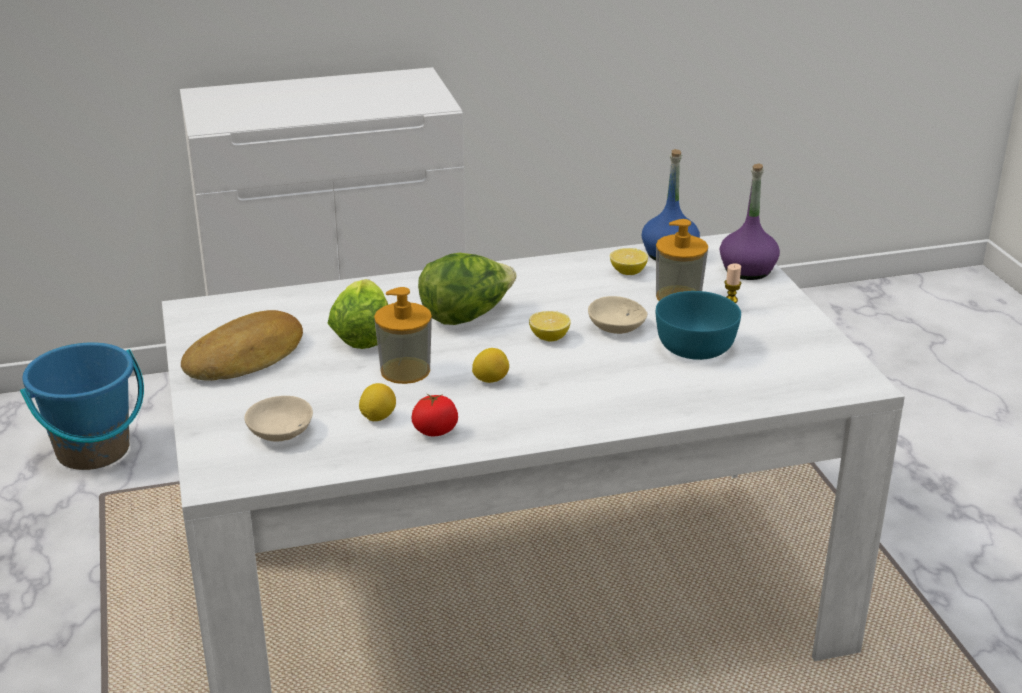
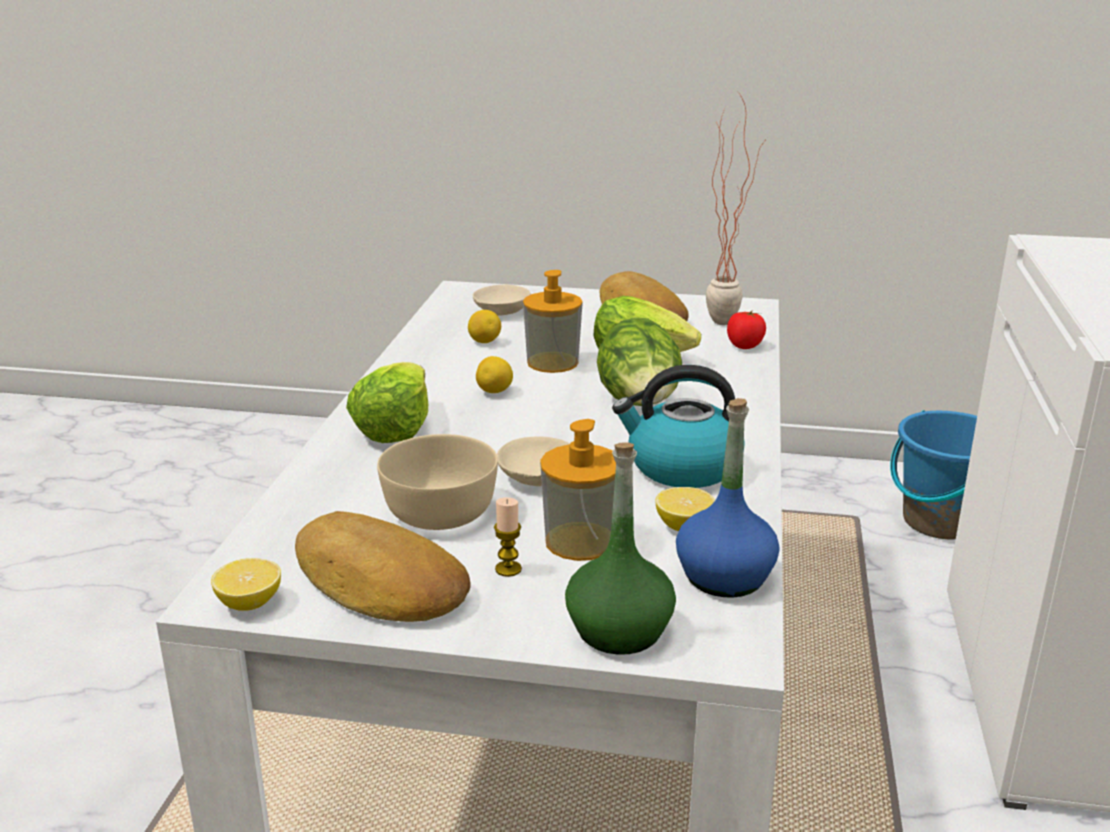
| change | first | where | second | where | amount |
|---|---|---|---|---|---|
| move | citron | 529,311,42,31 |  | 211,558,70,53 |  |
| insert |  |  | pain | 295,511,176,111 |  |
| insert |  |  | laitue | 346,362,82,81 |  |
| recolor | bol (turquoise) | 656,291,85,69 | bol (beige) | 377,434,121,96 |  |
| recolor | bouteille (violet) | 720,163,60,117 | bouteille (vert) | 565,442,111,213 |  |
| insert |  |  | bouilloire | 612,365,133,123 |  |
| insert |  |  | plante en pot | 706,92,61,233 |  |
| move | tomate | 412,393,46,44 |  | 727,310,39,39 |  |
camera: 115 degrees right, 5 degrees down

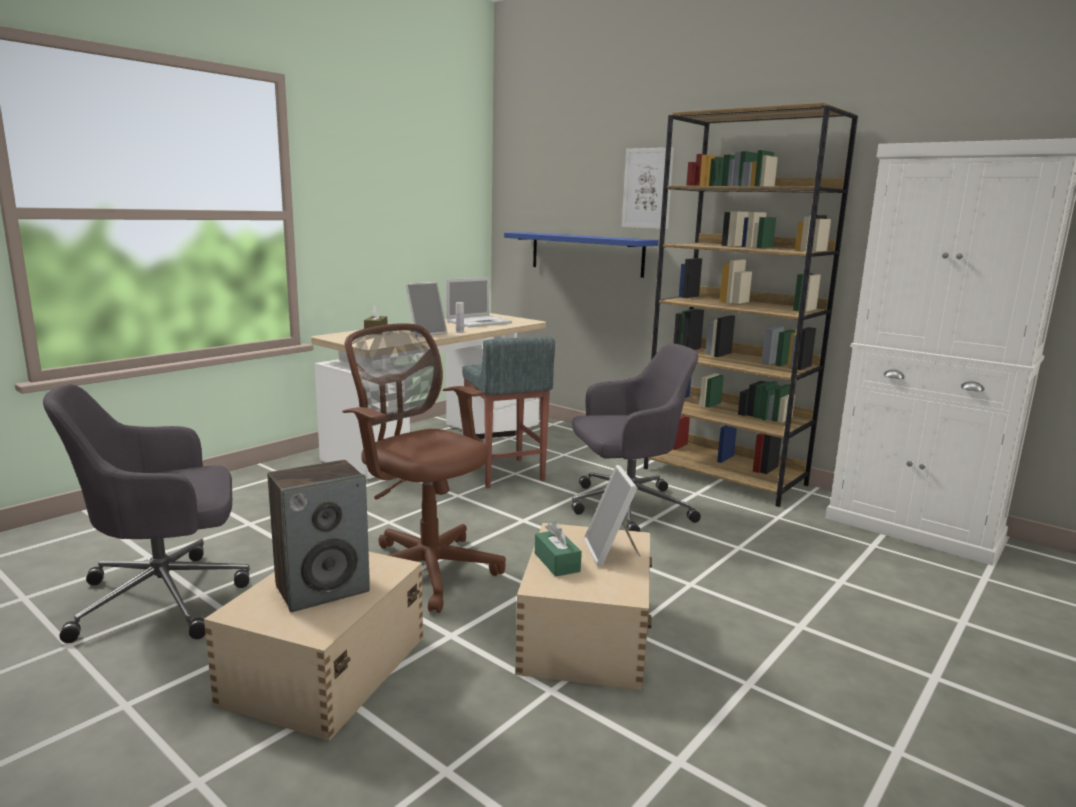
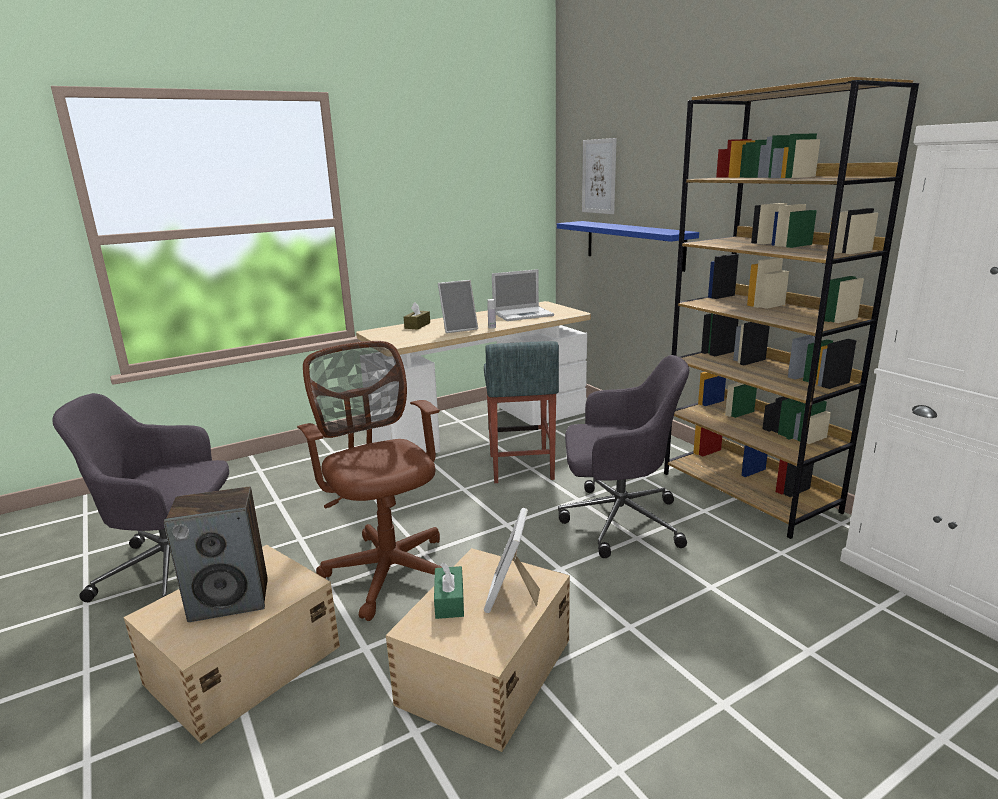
| change | first | where | second | where | amount |
|---|---|---|---|---|---|
| move | tableau | 622,147,52,82 |  | 582,138,35,76 |  |
camera: 20 degrees right, 5 degrees up

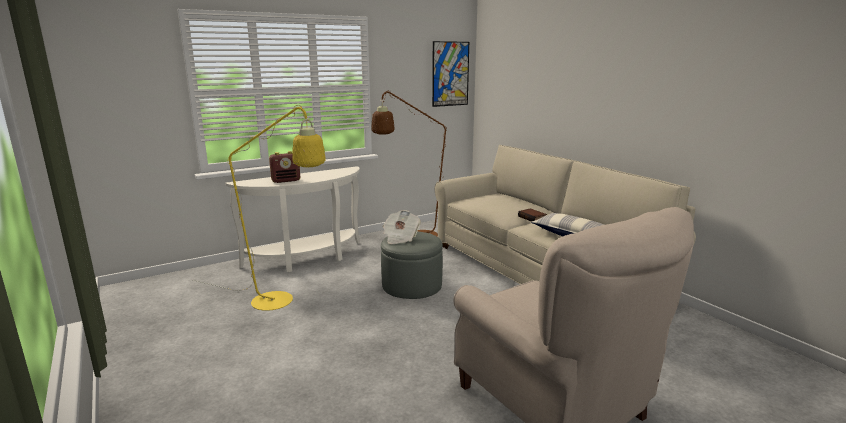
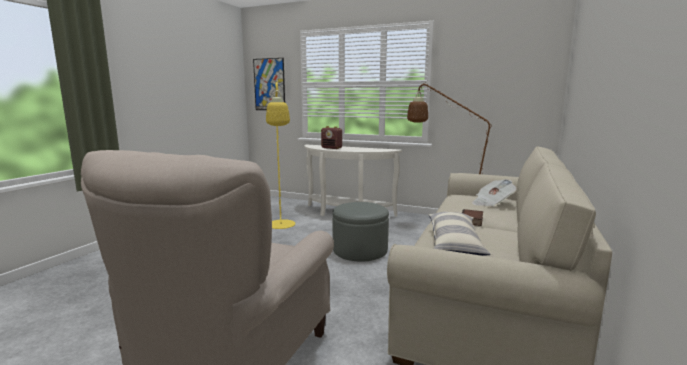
| change | first | where | second | where | amount |
|---|---|---|---|---|---|
| move | tableau | 432,41,37,66 |  | 253,58,32,52 |  |
| move | journal | 383,210,38,34 |  | 472,179,45,28 |  |
camera: 55 degrees right, 5 degrees down

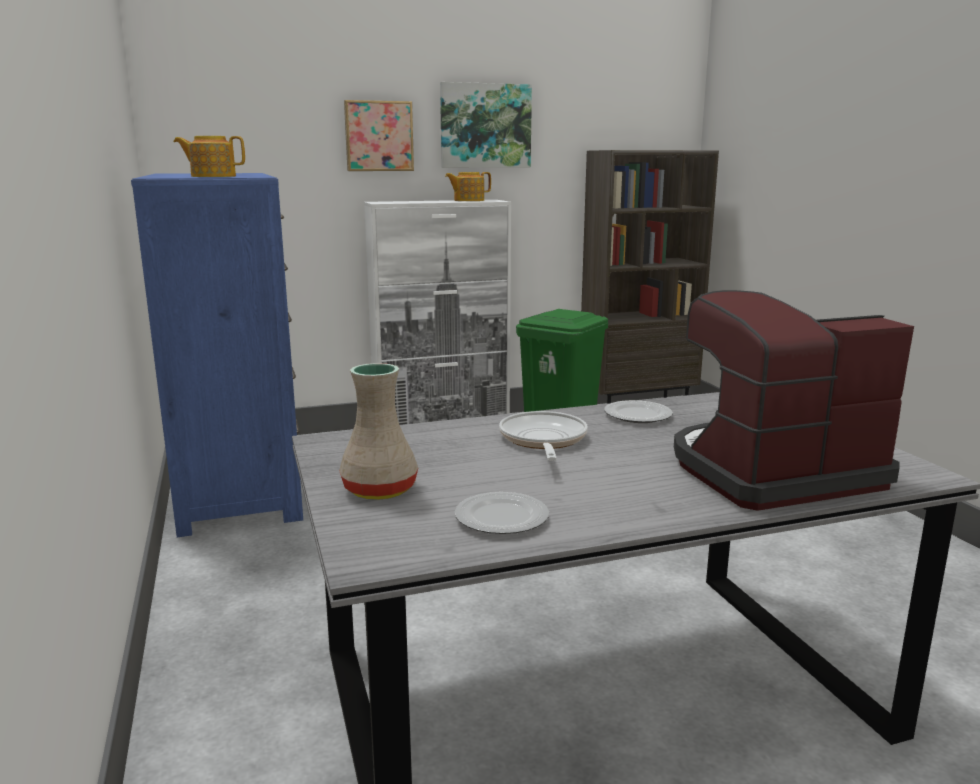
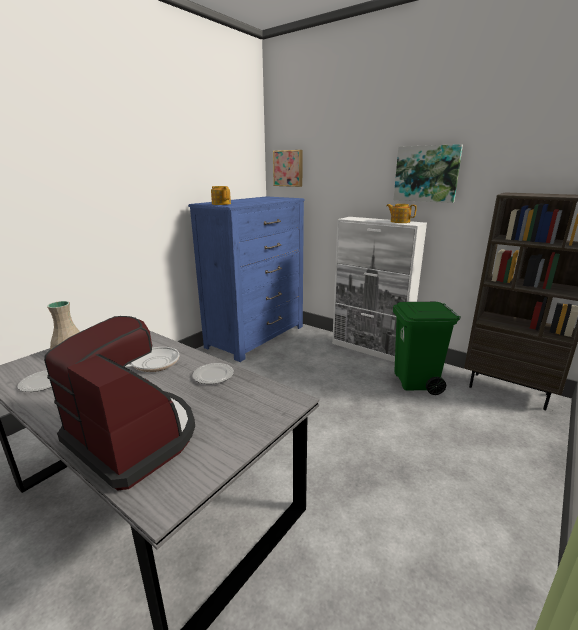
| change | first | where | second | where | amount |
|---|---|---|---|---|---|
| move | tableau | 344,100,70,71 |  | 273,150,30,37 |  |
camera: 55 degrees right, 5 degrees up

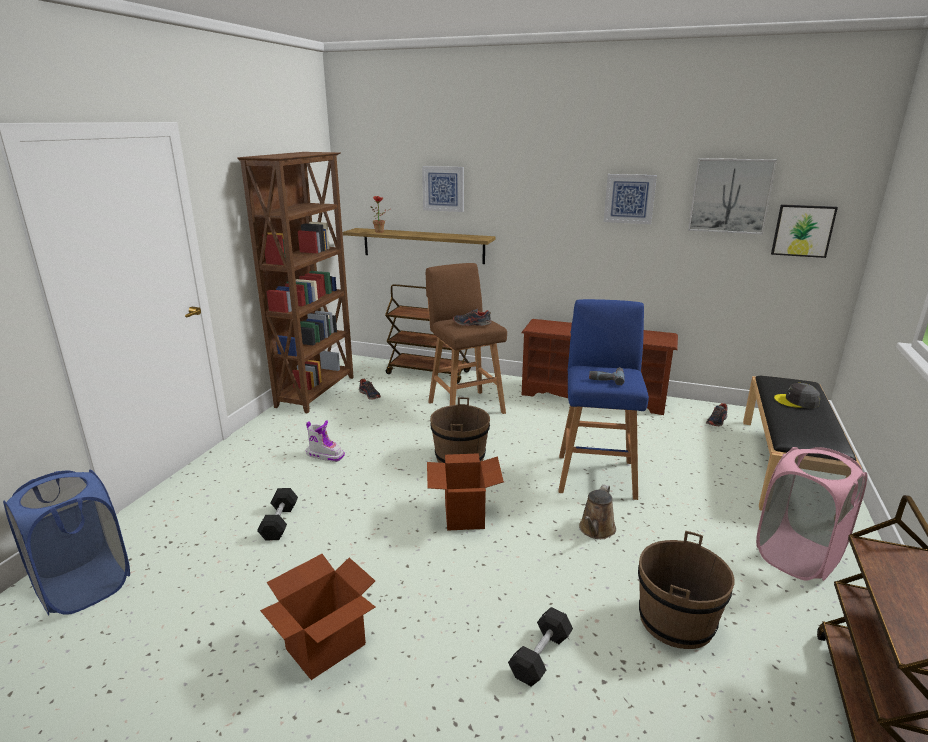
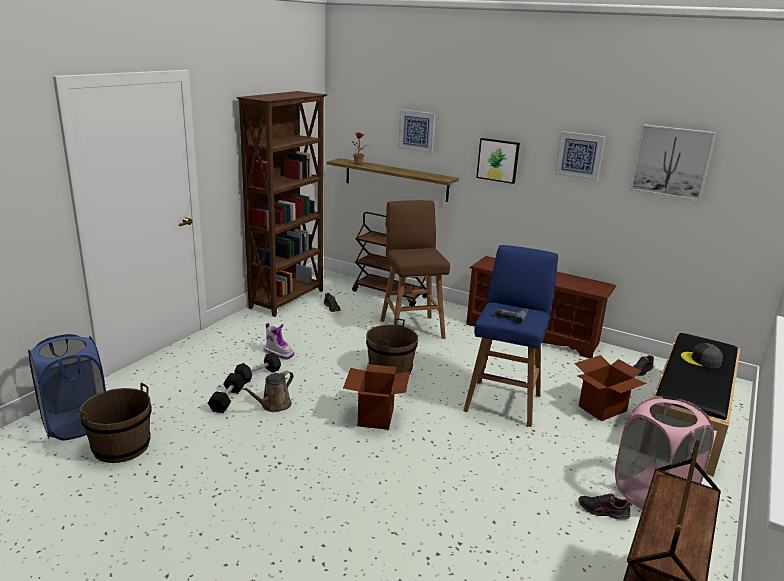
| change | first | where | second | where | amount |
|---|---|---|---|---|---|
| move | seau (marron) | 638,531,97,118 |  | 79,383,73,80 |  |
| move | haltère (noir) | 508,607,65,80 |  | 235,352,46,32 |  |
| move | arrosoir (marron) | 579,484,37,55 |  | 241,371,53,41 |  |
| move | tableau | 771,204,67,54 |  | 476,138,44,46 |  |
| move | carton | 260,554,115,126 |  | 575,355,72,66 |  |
| move | chaussure | 453,309,39,17 |  | 579,494,53,26 |  |
camera: 10 degrees right, 0 degrees up

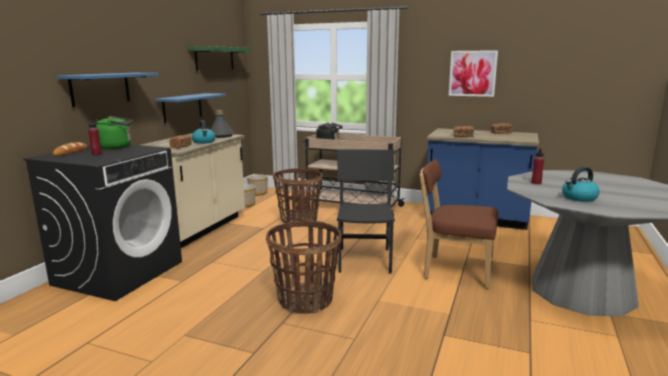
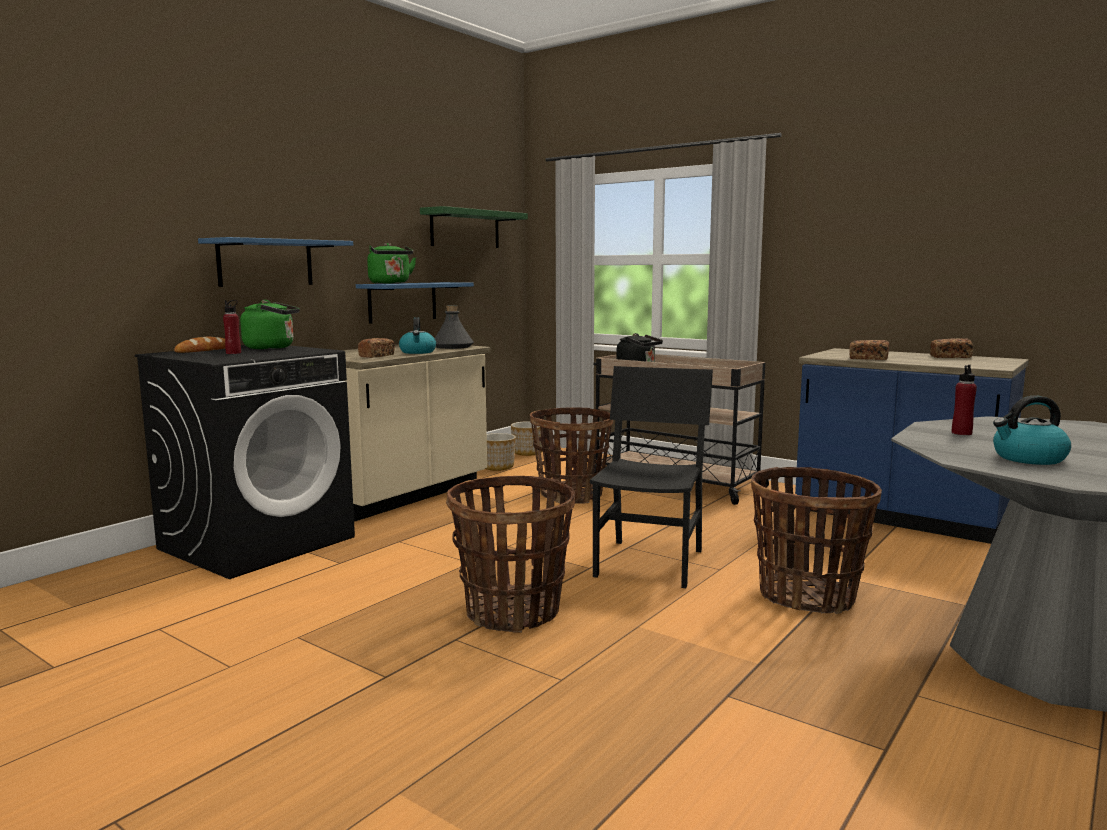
| change | first | where | second | where | amount |
|---|---|---|---|---|---|
| insert |  |  | bouilloire (vert) | 367,243,49,41 |  |
| replace | chaise (marron) | 419,159,79,130 | panier | 751,467,131,147 |  |
| delete | tableau | 449,50,49,47 |  |  |  |
camera: 15 degrees right, 5 degrees down

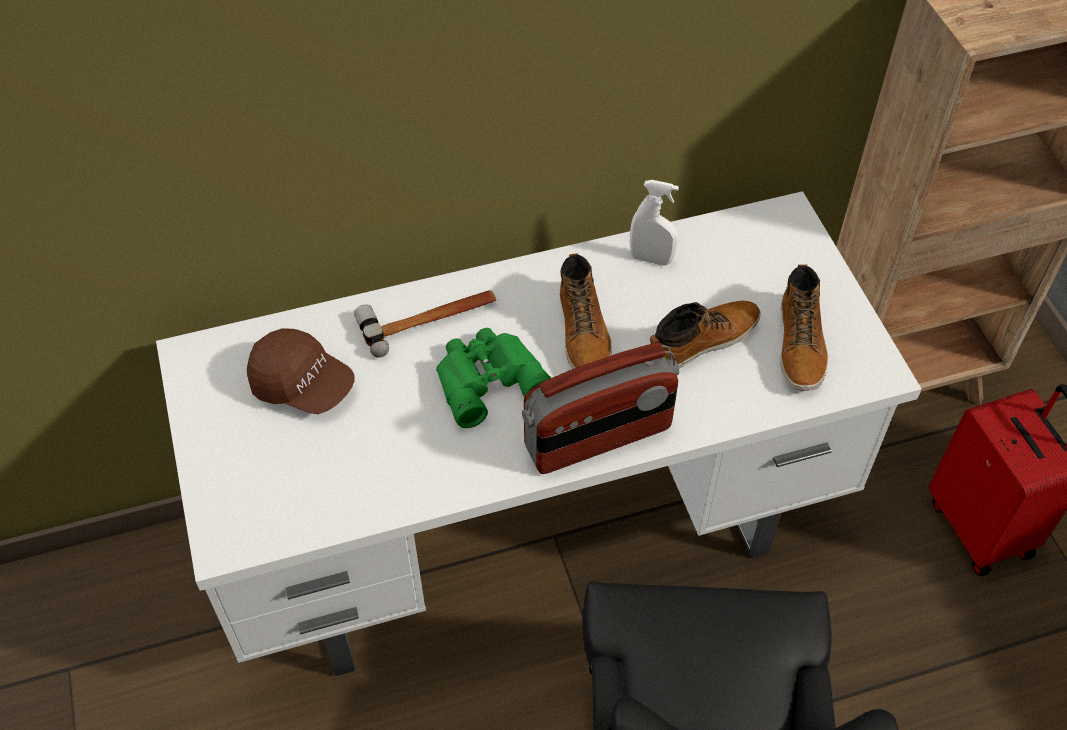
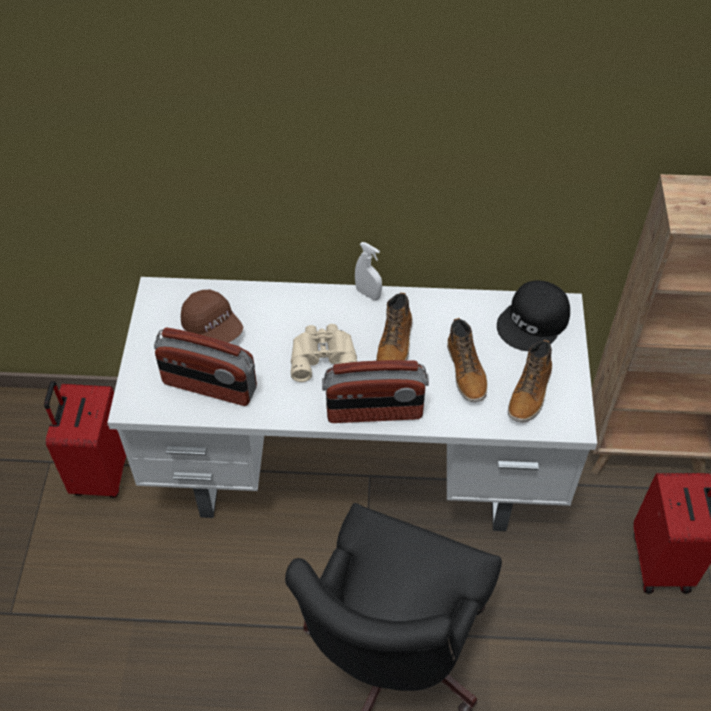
| change | first | where | second | where | amount |
|---|---|---|---|---|---|
| insert |  |  | valise (rouge) | 44,381,82,117 |  |
| insert |  |  | radio | 154,327,103,79 |  |
| recolor | jumelles (vert) | 436,328,115,100 | jumelles (beige) | 291,324,66,58 |  |
| move | vaporisateur (blanc) | 630,180,49,86 |  | 355,242,27,59 |  |
| rotate | botte | 650,301,111,68 |  | 447,318,41,84 | 90 degrees clockwise |
| insert |  |  | casquette (noir) | 497,280,73,71 |  |
| delete | marteau | 354,290,142,68 |  |  |  |
camera: 20 degrees right, 0 degrees up

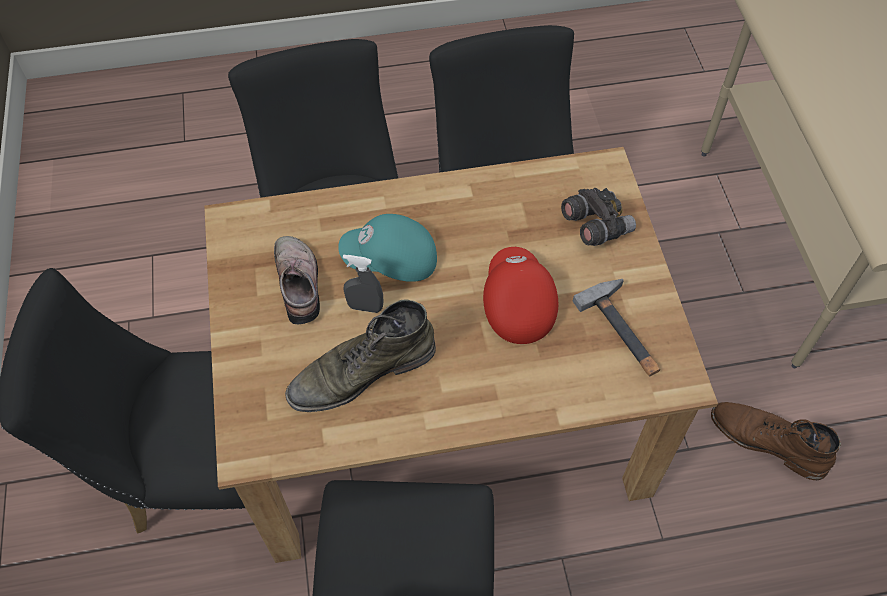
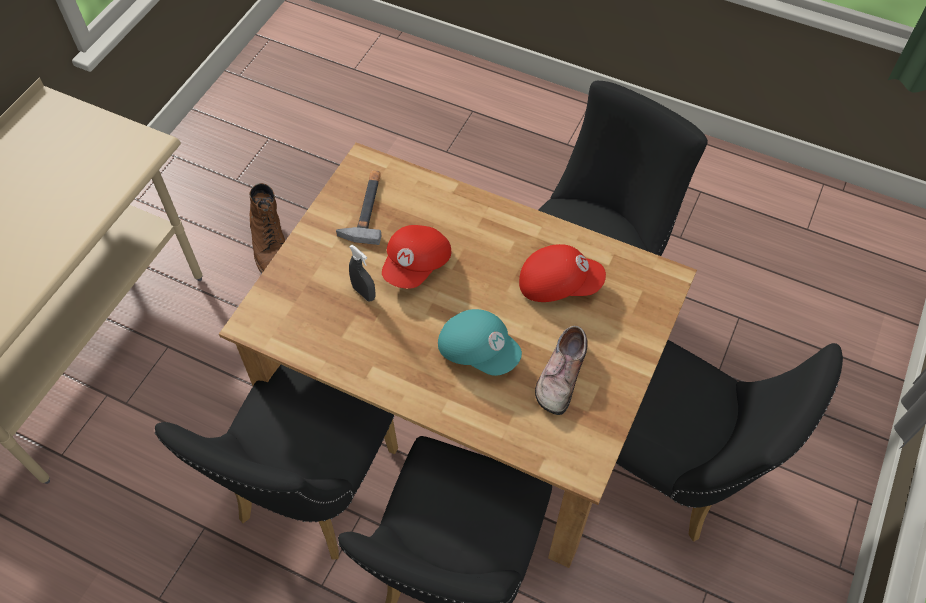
| change | first | where | second | where | amount |
|---|---|---|---|---|---|
| move | vaporisateur (gris) | 343,255,41,58 |  | 349,245,27,56 |  |
| replace | botte (vert) | 285,300,151,112 | casquette (rouge) | 519,244,87,58 |  |
| delete | jumelles (gris) | 561,188,75,58 |  |  |  |
camera: 145 degrees left, 0 degrees up

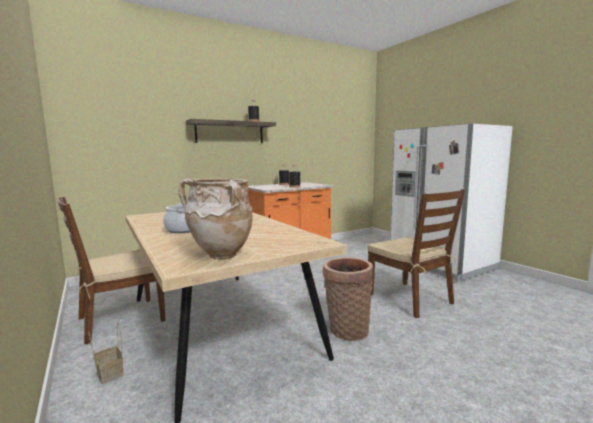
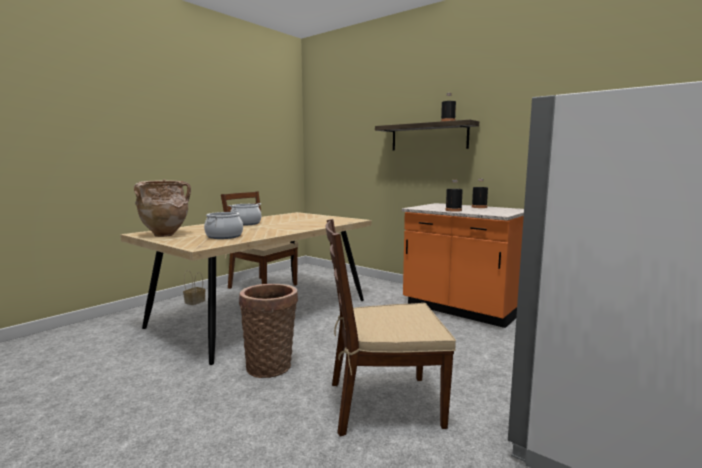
| change | first | where | second | where | amount |
|---|---|---|---|---|---|
| insert |  |  | marmite | 204,211,39,28 |  |
| rotate | chaise (marron) | 367,189,98,129 |  | 325,219,131,218 | 45 degrees clockwise |
camera: 70 degrees right, 0 degrees up

